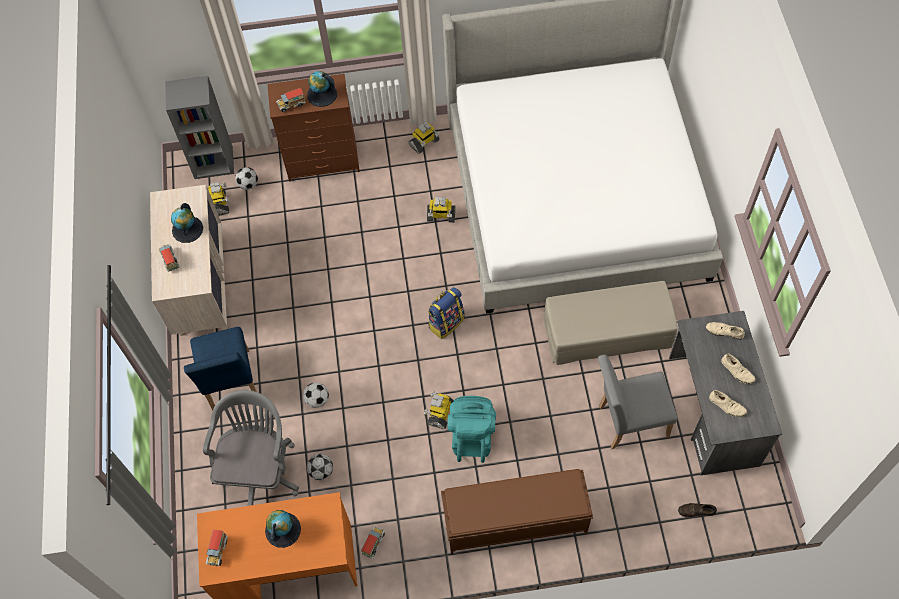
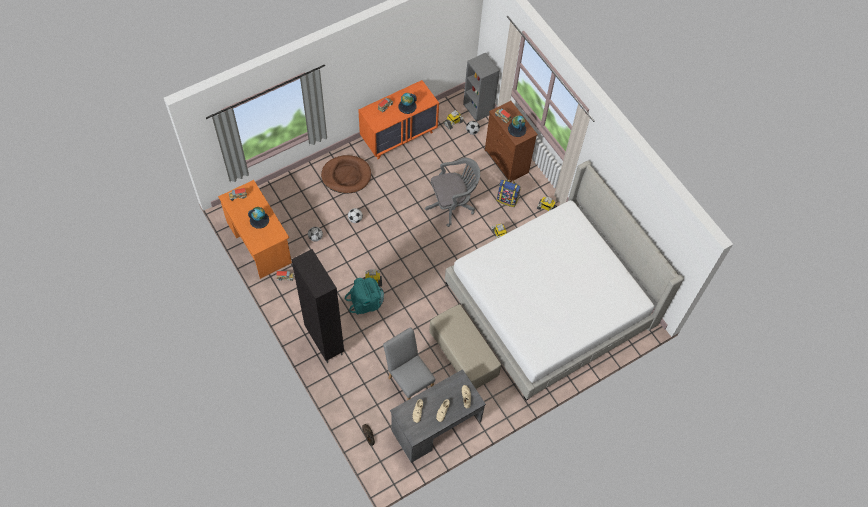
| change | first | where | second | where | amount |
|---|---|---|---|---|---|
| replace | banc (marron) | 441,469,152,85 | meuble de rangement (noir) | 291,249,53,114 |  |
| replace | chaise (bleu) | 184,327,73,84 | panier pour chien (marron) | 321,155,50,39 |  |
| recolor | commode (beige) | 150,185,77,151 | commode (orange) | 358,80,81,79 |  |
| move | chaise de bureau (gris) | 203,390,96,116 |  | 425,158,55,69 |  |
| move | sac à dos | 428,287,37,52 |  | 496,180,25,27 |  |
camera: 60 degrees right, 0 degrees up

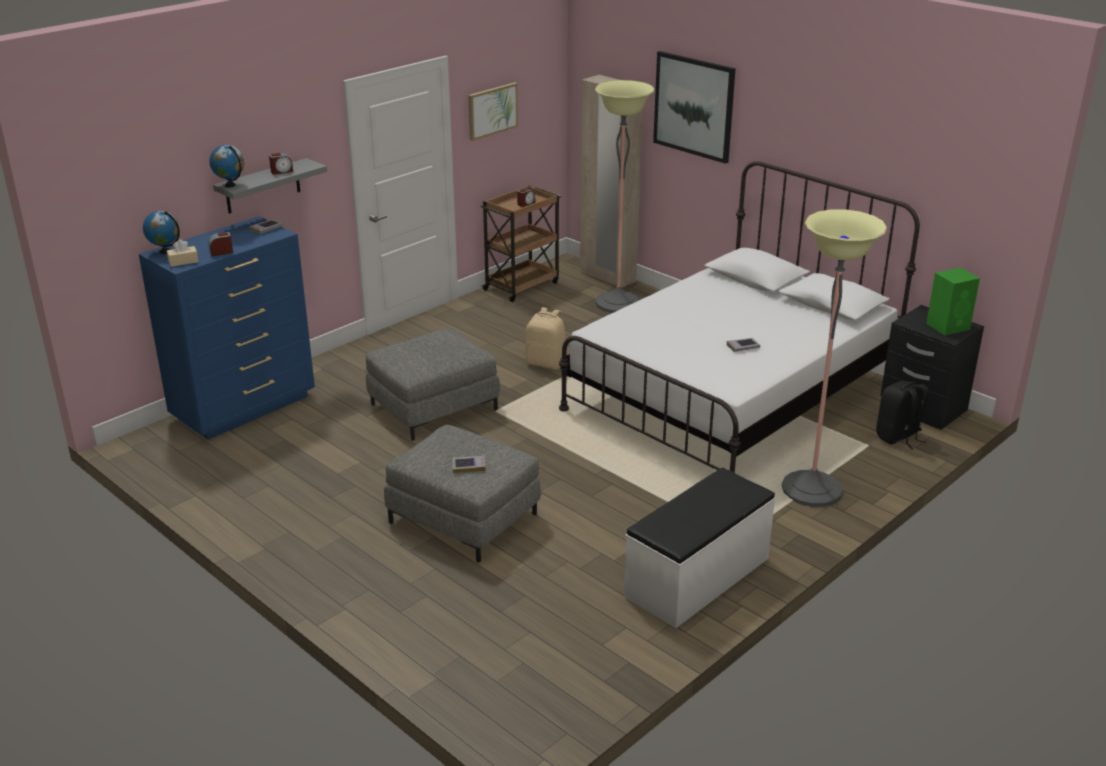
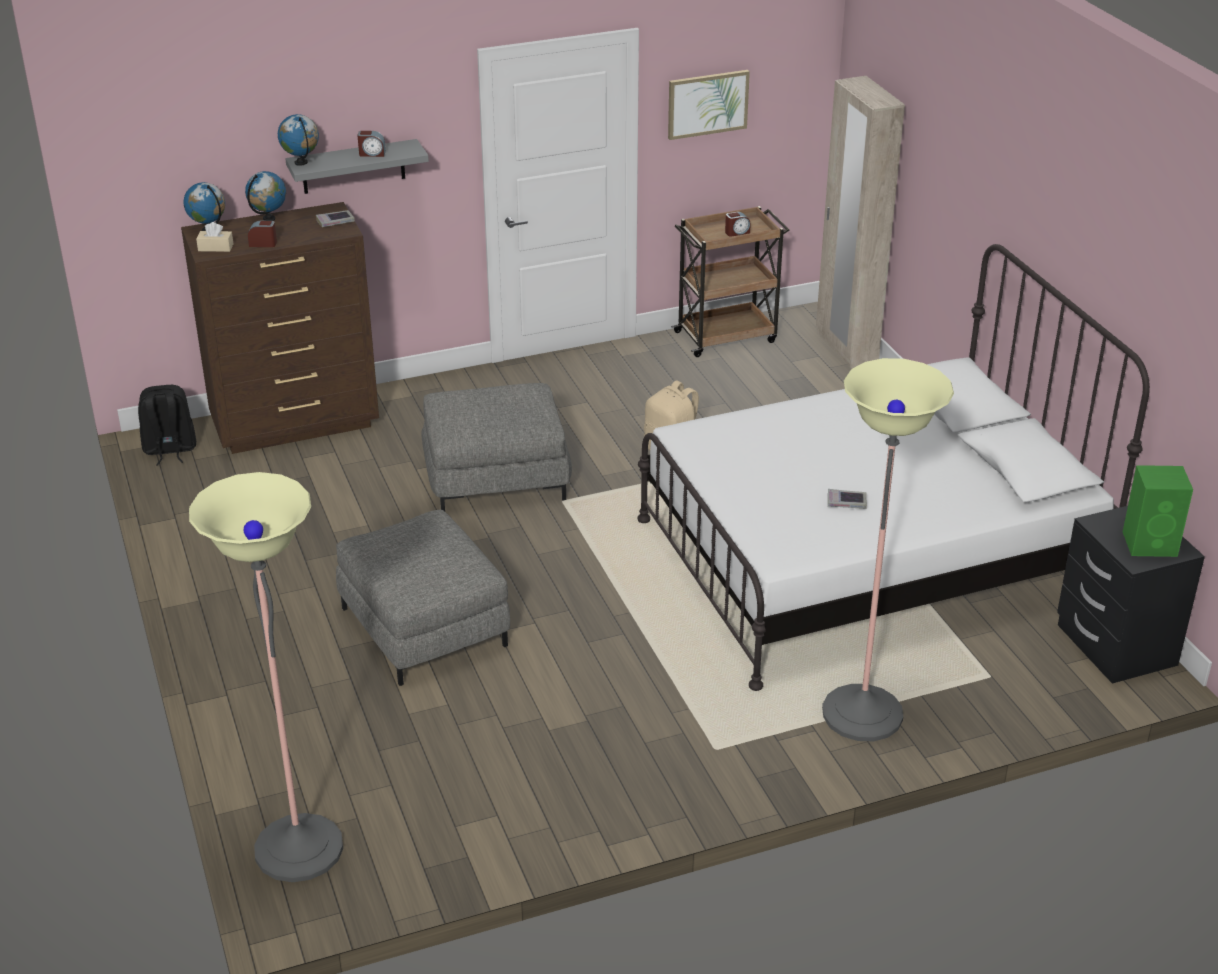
| change | first | where | second | where | amount |
|---|---|---|---|---|---|
| move | sac à dos (noir) | 876,381,53,69 |  | 138,385,58,80 |  |
| recolor | commode (bleu) | 139,216,176,224 | commode (marron) | 181,202,198,252 |  |
| move | lampadaire | 595,80,59,233 |  | 189,472,154,410 |  |
| insert |  |  | globe | 245,171,41,50 |  |
| delete | livre | 452,456,33,17 |  |  |  |
| delete | banc (blanc) | 624,468,151,160 |  |  |  |
| delete | tableau | 653,51,83,113 |  |  |  |
camera: 25 degrees right, 5 degrees up

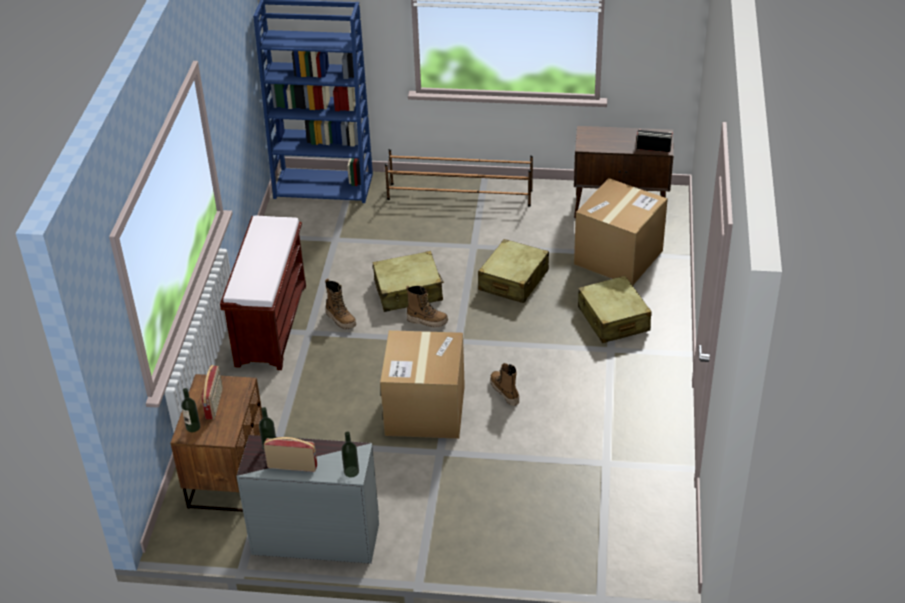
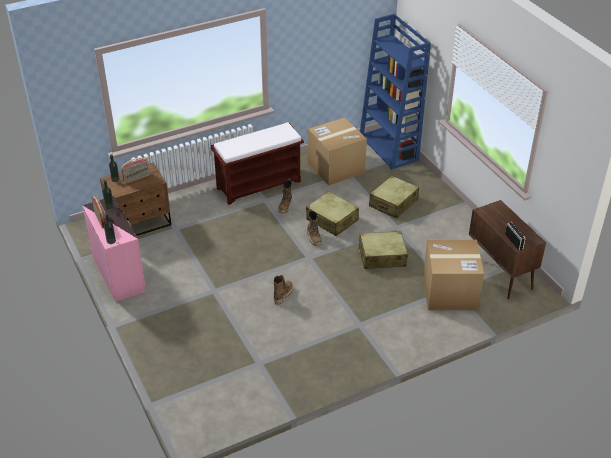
| change | first | where | second | where | amount |
|---|---|---|---|---|---|
| recolor | commode (gris) | 236,435,143,129 | commode (rose) | 82,196,64,106 |  |
| move | carton | 380,330,85,109 |  | 308,117,59,69 |  |
| move | valise (beige) | 578,276,74,67 |  | 369,176,50,43 |  |
| delete | étagère à chaussures (marron) | 385,149,148,58 |  |  |  |
camera: 55 degrees right, 0 degrees up

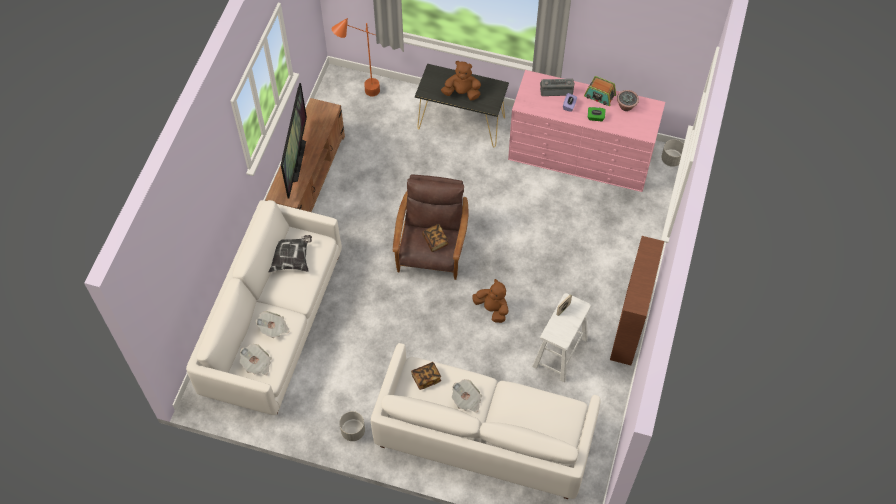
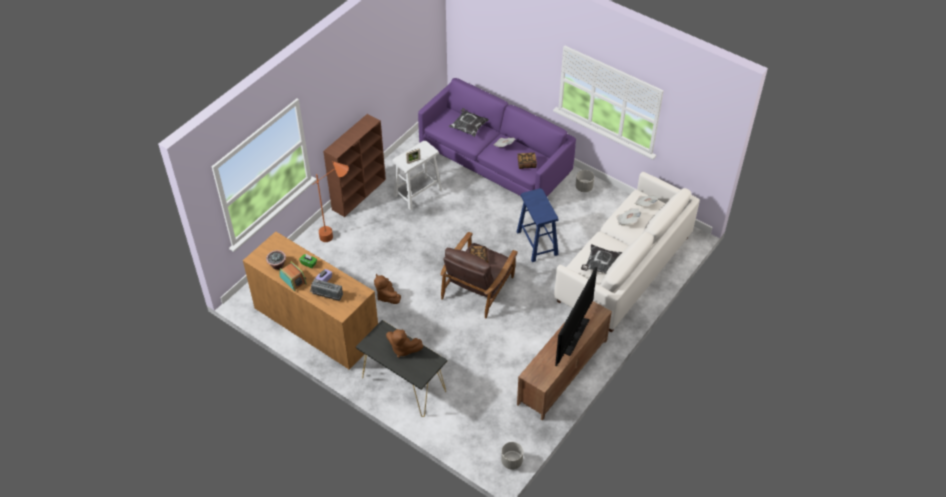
| change | first | where | second | where | amount |
|---|---|---|---|---|---|
| recolor | commode (rose) | 508,70,157,122 | commode (marron) | 243,232,135,138 |  |
| move | lampadaire (orange) | 332,18,48,79 |  | 312,162,37,80 |  |
| move | peluche (marron) | 472,279,36,44 |  | 374,274,27,30 |  |
| recolor | canapé (blanc) | 371,343,230,156 | canapé (violet) | 418,78,158,118 |  |
| insert |  |  | coussin | 449,108,40,29 |  |
| move | cache-pot (gris) | 661,139,23,28 |  | 501,442,22,28 |  |
| insert |  |  | tabouret (bleu) | 517,188,42,74 |  |
camera: 160 degrees left, 10 degrees down

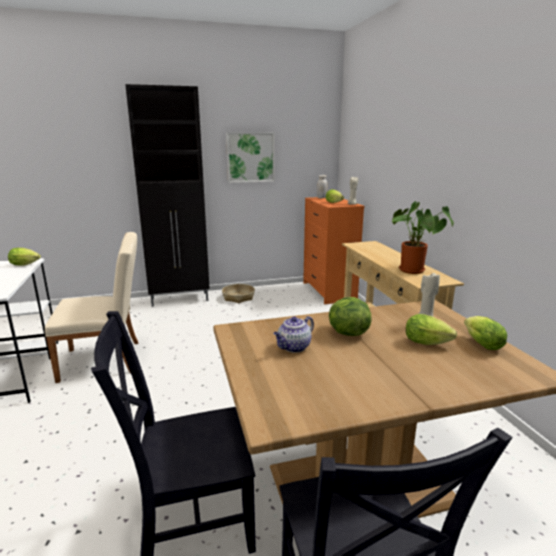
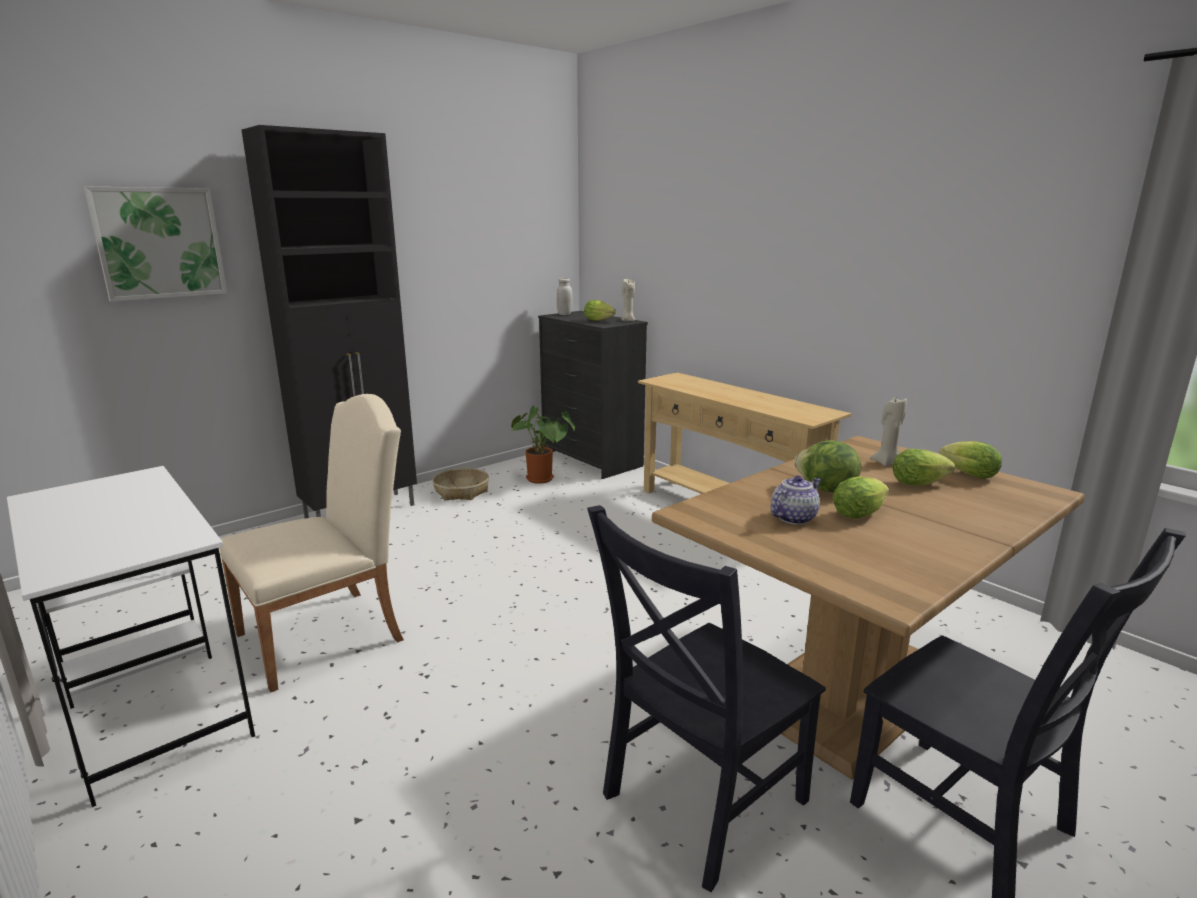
| change | first | where | second | where | amount |
|---|---|---|---|---|---|
| move | tableau | 226,132,49,51 |  | 84,187,143,115 |  |
| move | plante en pot | 392,201,62,73 |  | 511,406,64,78 |  |
| recolor | commode (orange) | 303,197,61,107 | commode (noir) | 538,311,110,168 |  |
| rotate | théière | 273,316,41,37 |  | 770,475,51,50 | 150 degrees counterclockwise |
| move | laitue | 8,248,33,18 |  | 833,477,56,42 |  |
camera: 25 degrees left, 0 degrees up

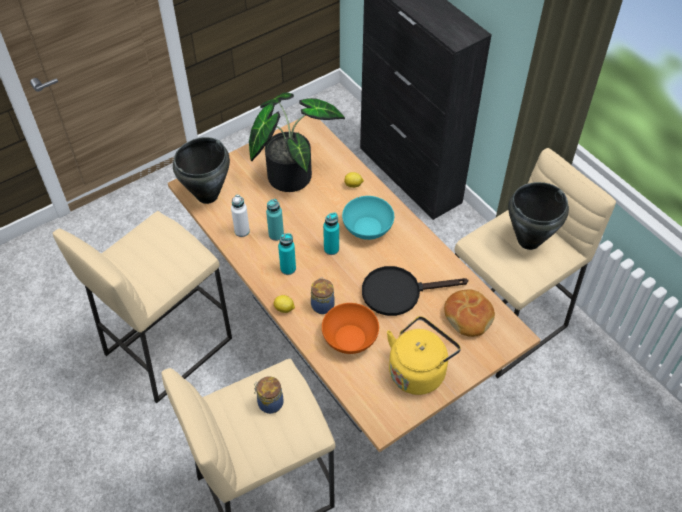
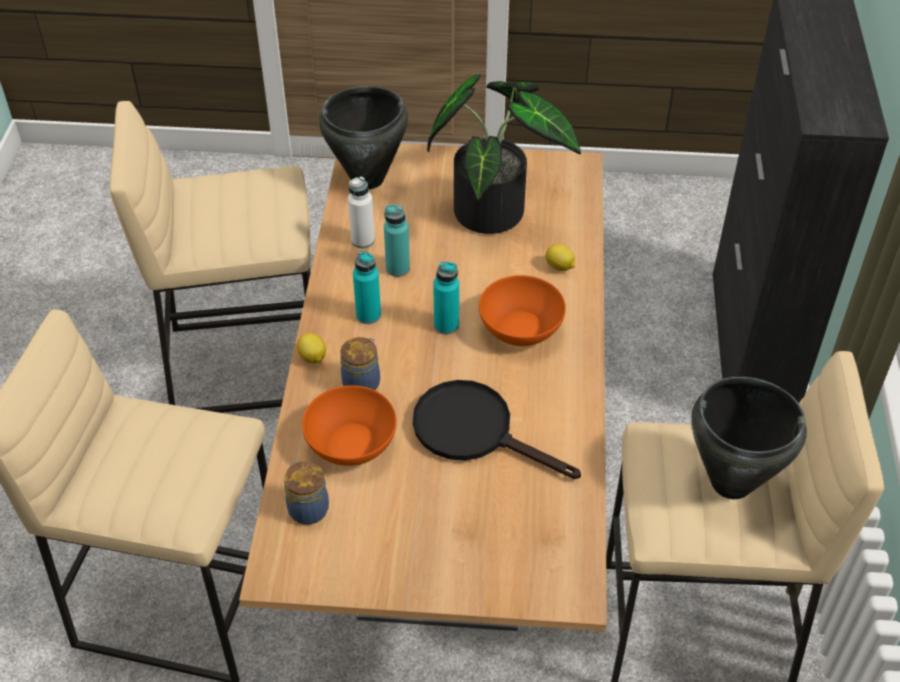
| change | first | where | second | where | amount |
|---|---|---|---|---|---|
| move | bocal | 254,376,29,38 |  | 284,461,45,63 |  |
| recolor | bol (turquoise) | 342,196,52,44 | bol (orange) | 479,275,87,71 |  |
| delete | bouilloire (jaune) | 387,316,74,79 |  |  |  |
| delete | pain | 444,289,51,48 |  |  |  |
camera: 40 degrees right, 5 degrees down

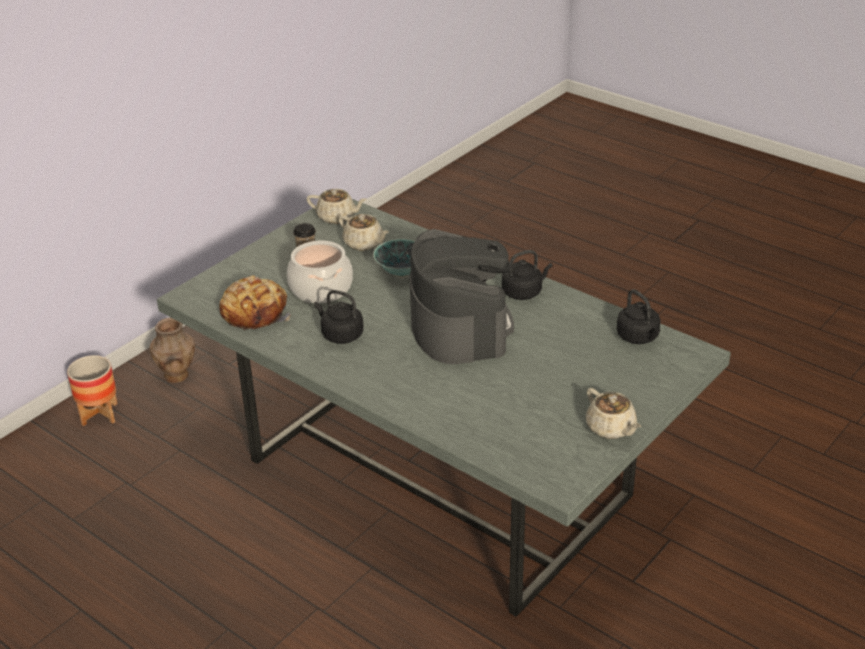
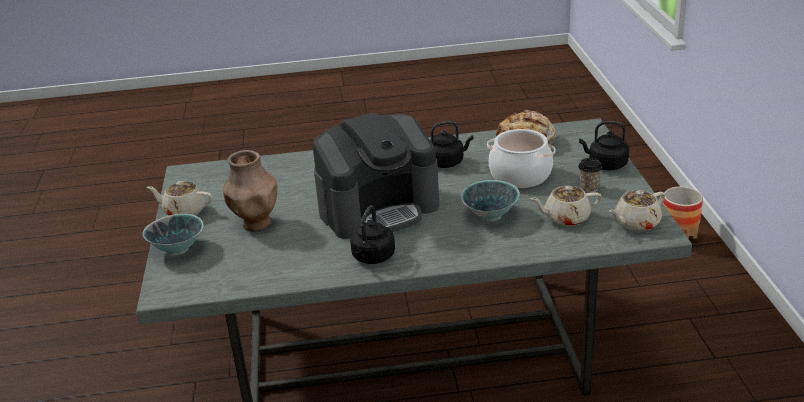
| change | first | where | second | where | amount |
|---|---|---|---|---|---|
| insert |  |  | bol | 143,214,60,42 |  |
| move | vase (marron) | 149,318,46,65 |  | 223,150,54,82 |  |
| rotate | machine à café | 409,229,105,135 |  | 313,113,126,126 | 60 degrees counterclockwise |
| move | bouilloire (noir) | 617,289,44,55 |  | 579,121,50,49 |  |
camera: 135 degrees right, 5 degrees down

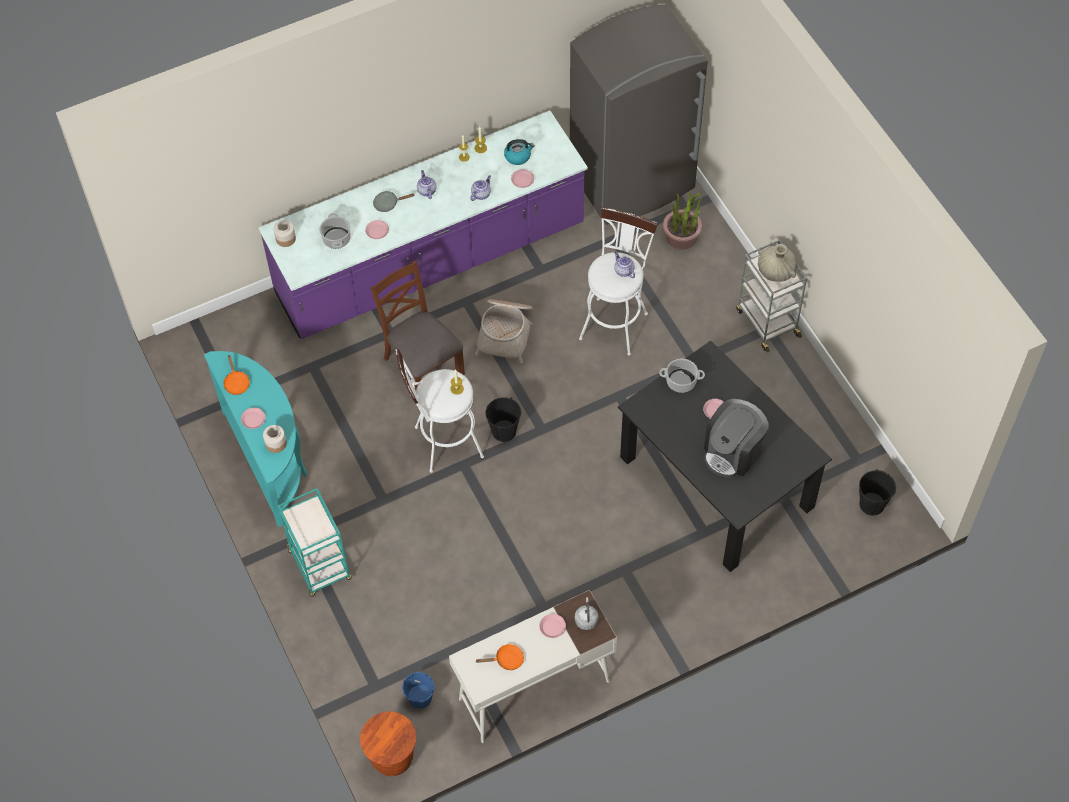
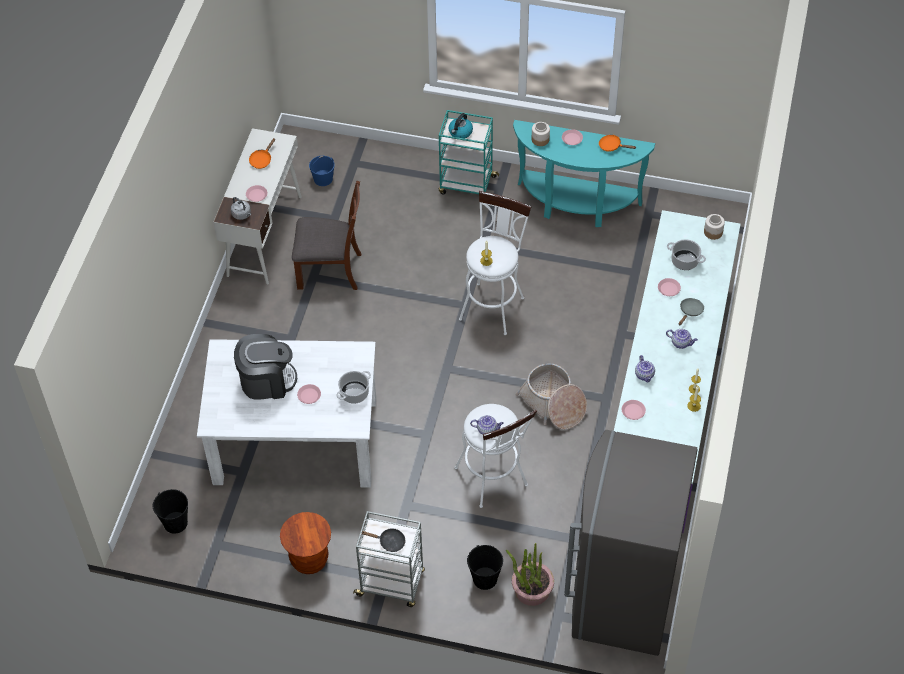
| change | first | where | second | where | amount |
|---|---|---|---|---|---|
| recolor | table à manger (noir) | 618,341,214,231 | table à manger (blanc) | 197,339,179,149 |  |
| rotate | machine à café | 704,399,64,79 |  | 234,334,63,66 | 90 degrees clockwise |
| move | tabouret (marron) | 360,711,57,65 |  | 280,512,51,62 |  |
| move | chaise (marron) | 370,260,95,131 |  | 292,181,69,109 |  |
| replace | vase (beige) | 758,244,39,38 | poêle (noir) | 362,528,43,24 |  |
| move | bouilloire | 504,139,31,26 |  | 449,113,24,26 |  |
| move | seau (noir) | 486,397,35,45 |  | 467,545,36,45 |  |
camera: 130 degrees right, 5 degrees down

